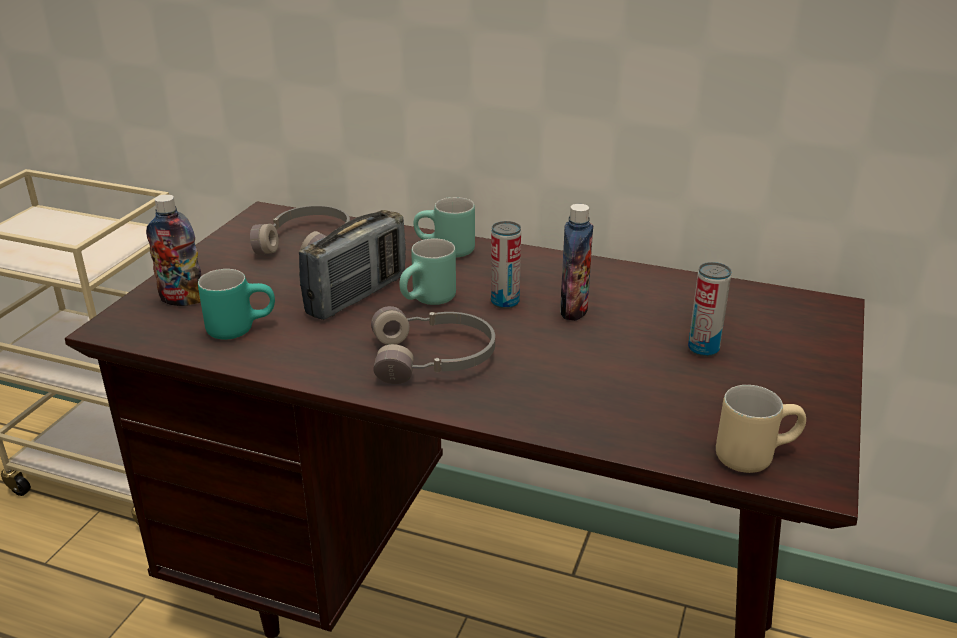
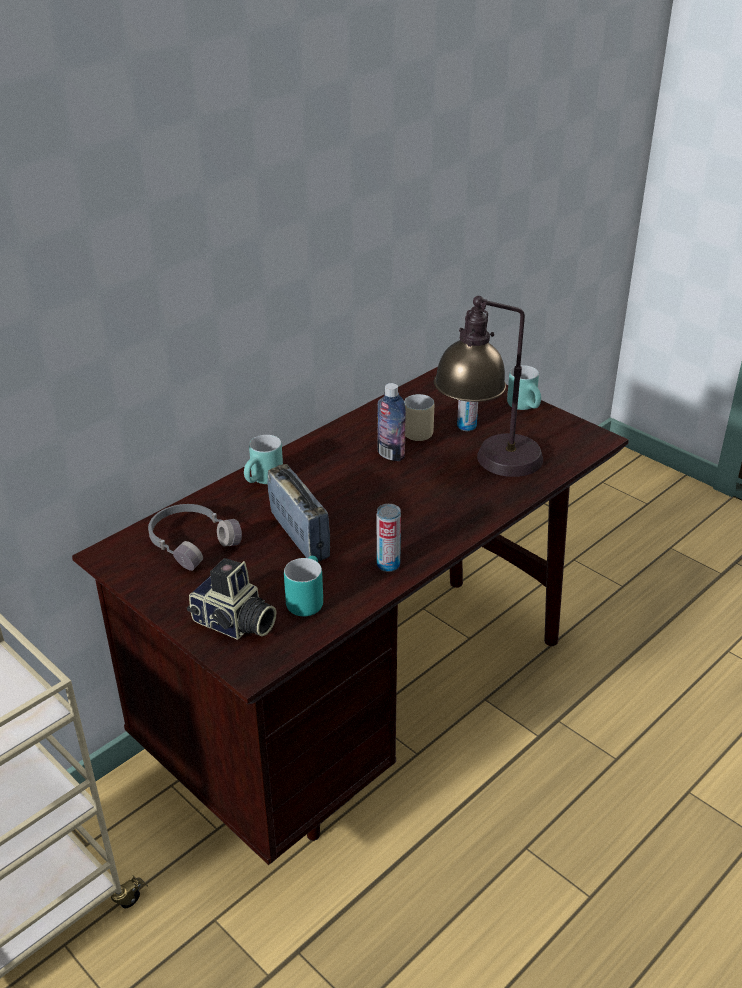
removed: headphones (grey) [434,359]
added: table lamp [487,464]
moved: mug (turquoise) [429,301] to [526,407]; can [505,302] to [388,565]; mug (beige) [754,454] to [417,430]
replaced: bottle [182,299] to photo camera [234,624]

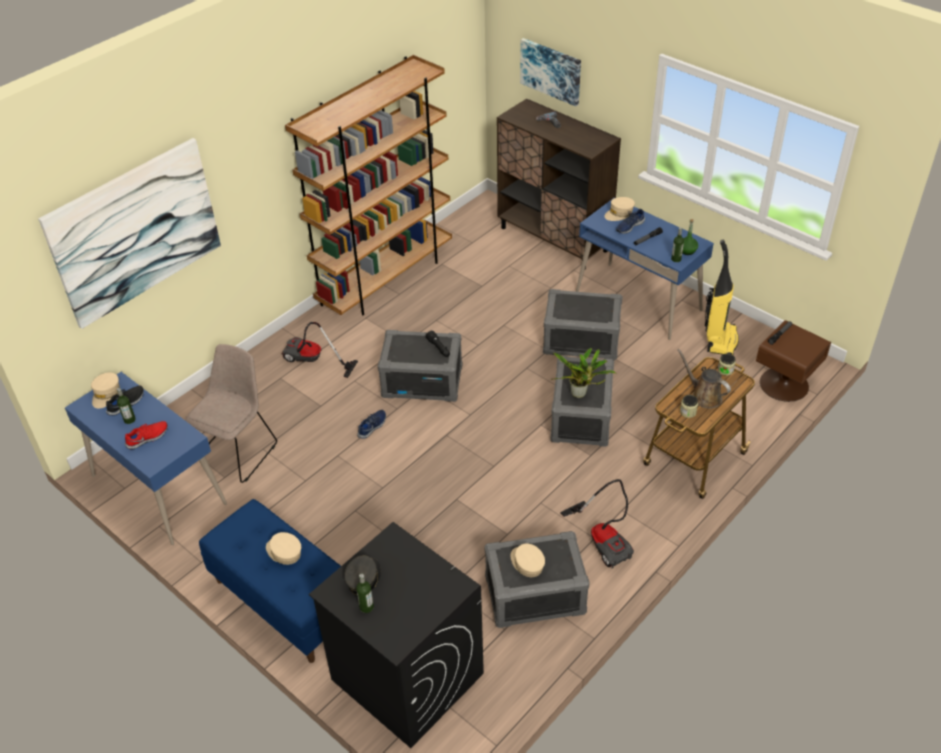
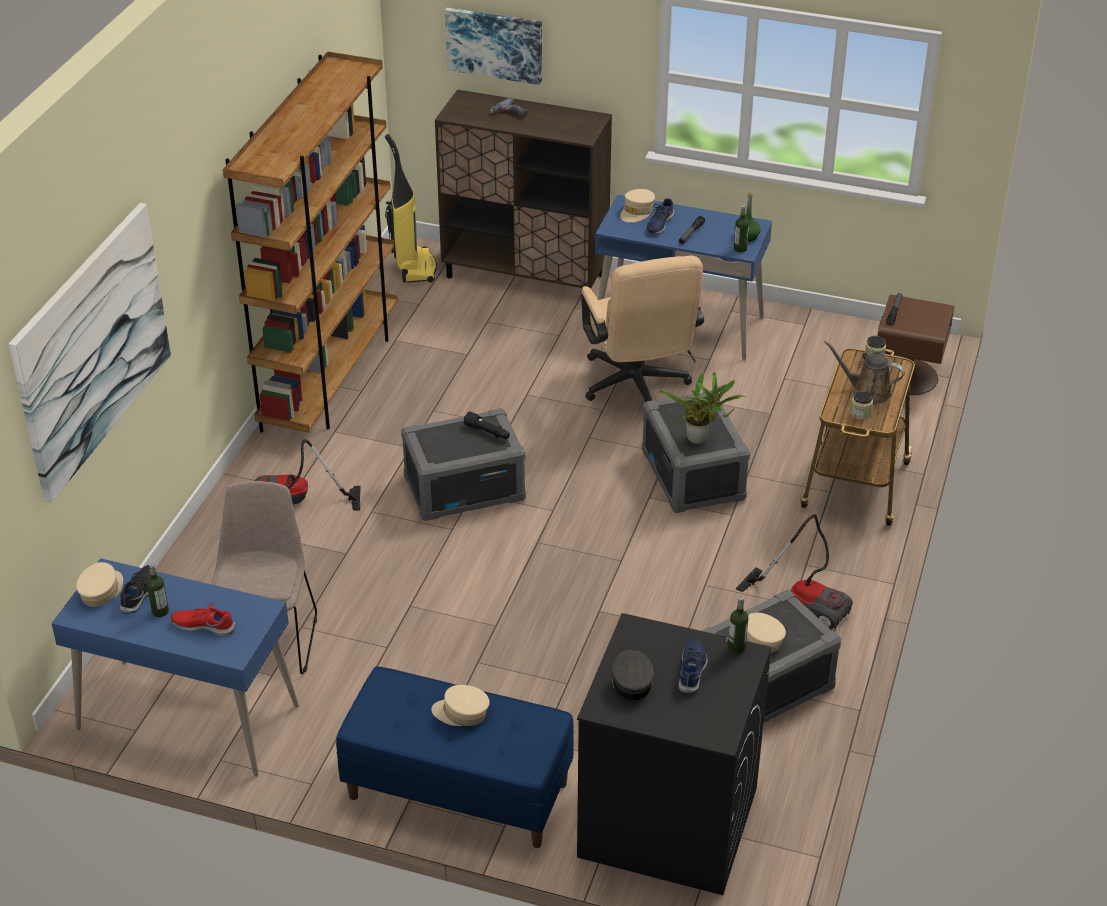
moved: bottle [366,607] to [736,647]; shoe (blue) [372,426] to [692,670]; vacuum cleaner [720,340] to [414,267]
replaced: storage box (grey) [581,341] to office chair (beige) [637,388]
turned: cap (beige) [106,394] = [101,591] 150 degrees counterclockwise; shoe (red) [148,438] = [204,625] 105 degrees counterclockwise

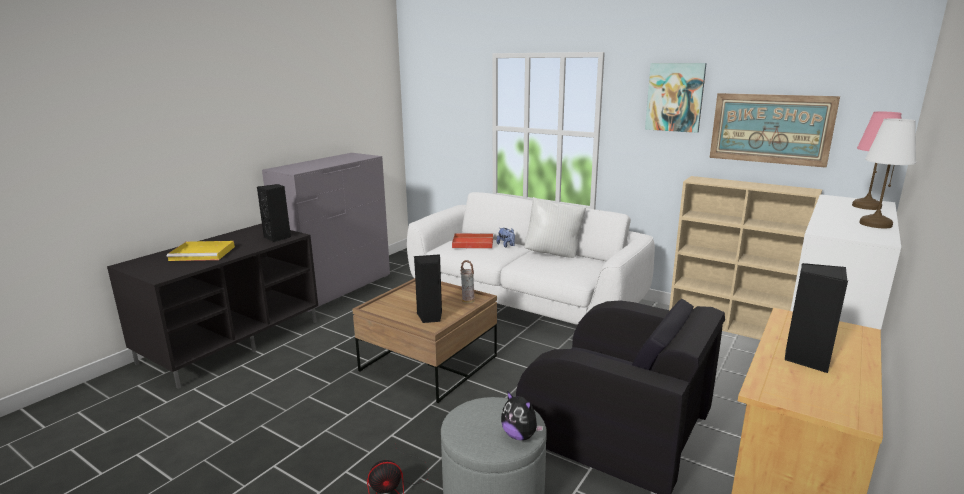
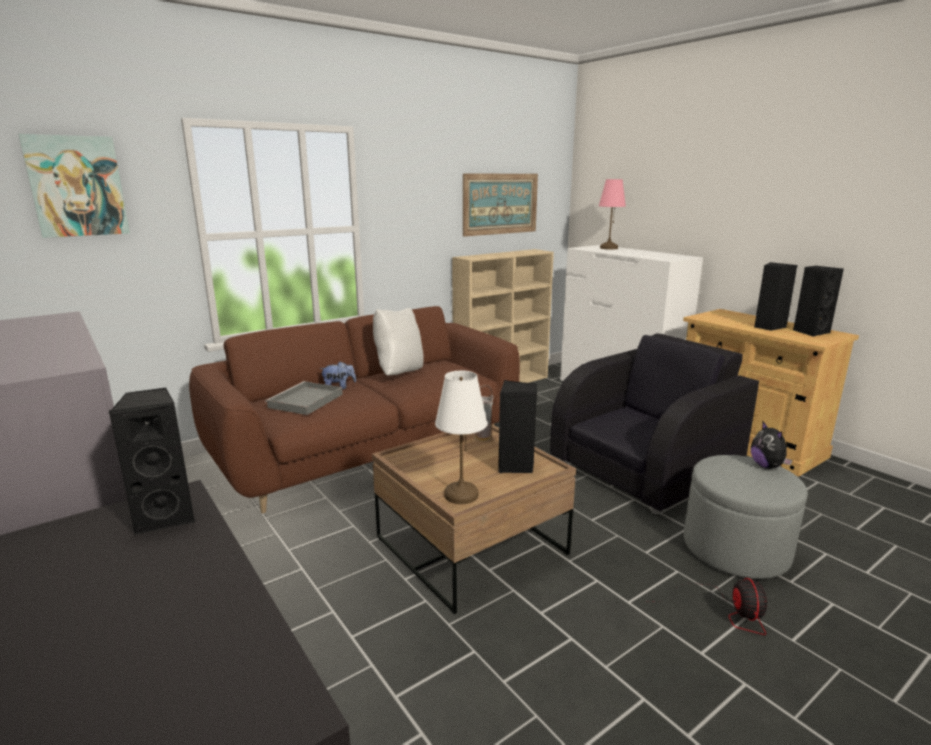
removed: tray (yellow) [203,253]
added: speaker (black) [810,332]
moved: picture [675,97] to [77,186]; table lamp (white) [874,224] to [461,495]
recoloured: sofa (white) [525,304] to sofa (brown) [369,451]; tray (red) [472,243] to tray (grey) [305,401]
turned: plush toy [520,435] = [767,466] 105 degrees clockwise

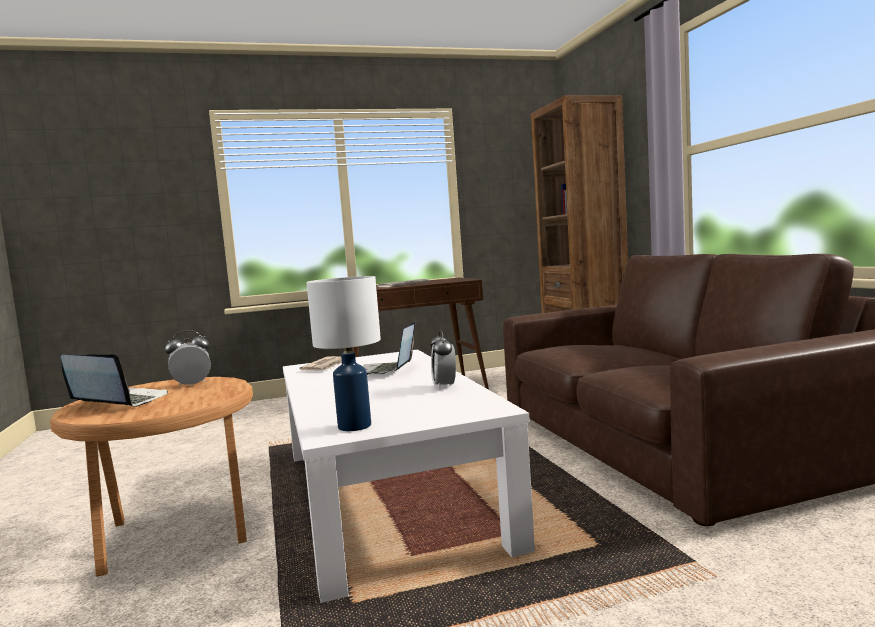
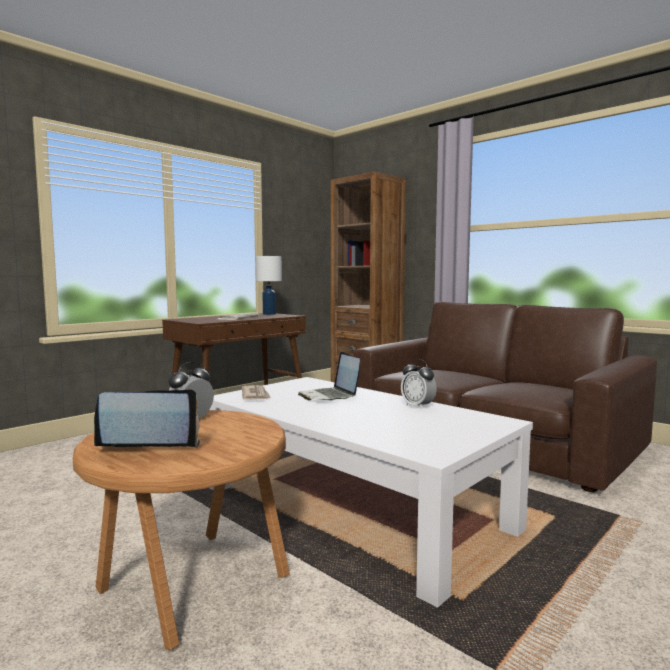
moved: table lamp (white) [354,426] to [268,314]

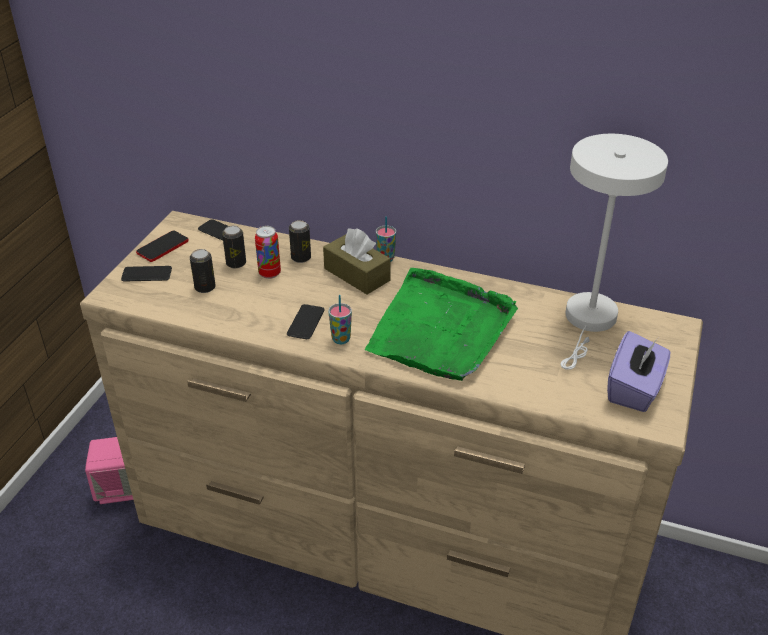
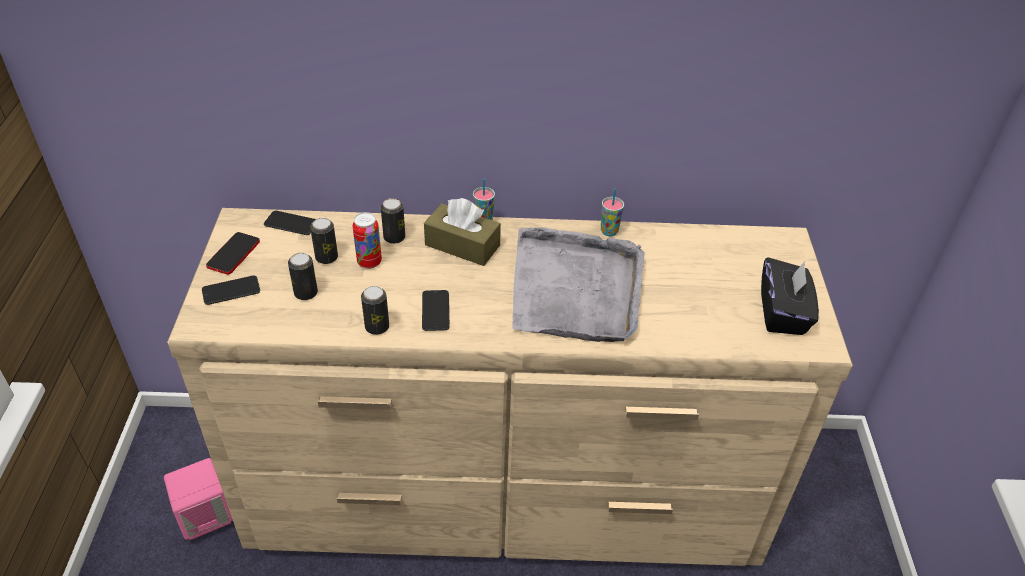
removed: table lamp (white) [589,322]
added: can [377,327]
moved: cup [341,339] to [609,231]
recoloured: tray (green) [441,329] to tray (grey) [576,289]; tissue box (purple) [634,389] to tissue box (black) [783,313]

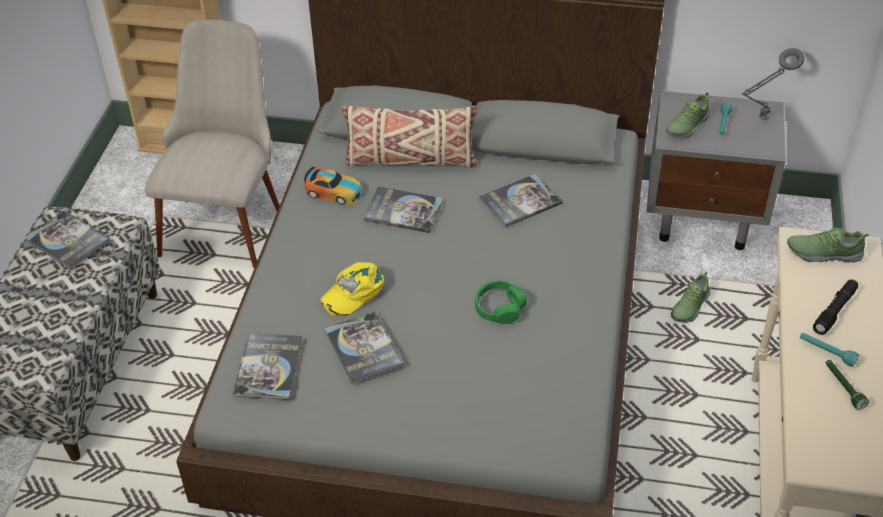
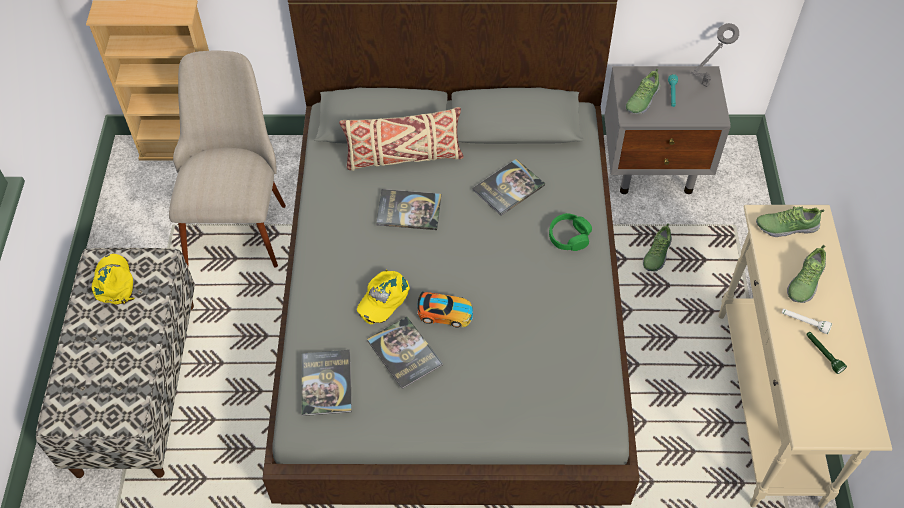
moved: toy car [334,192] to [445,313]; headphones (green) [499,308] to [569,237]
replaced: book [67,240] to cap (yellow) [114,282]; flashlight (black) [835,311] to shoe [804,282]
recoloured: flashlight (turquoise) [826,352] to flashlight (white) [804,322]

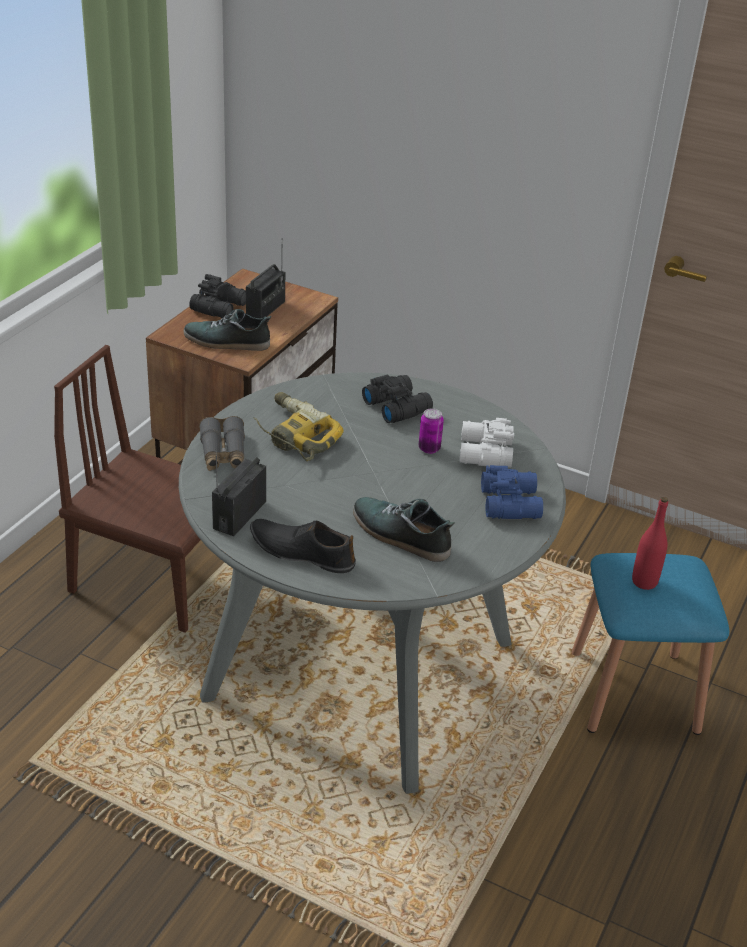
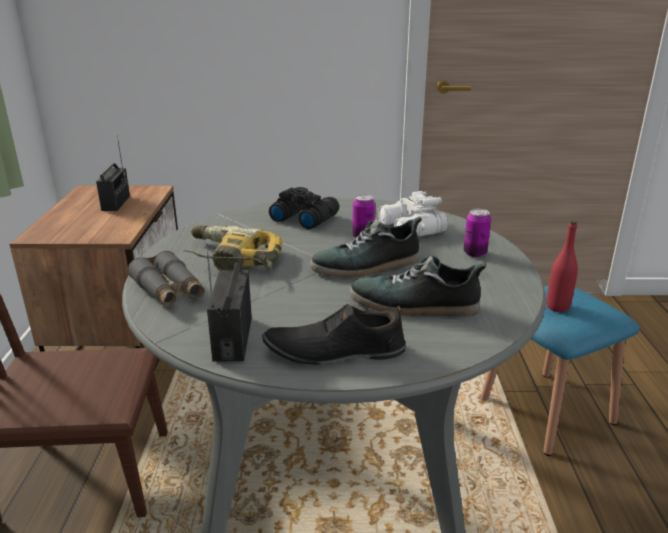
removed: binoculars (black) [221,307]
moved: shoe [227,342] to [367,265]
replaced: binoculars (blue) [511,503] to can [475,253]

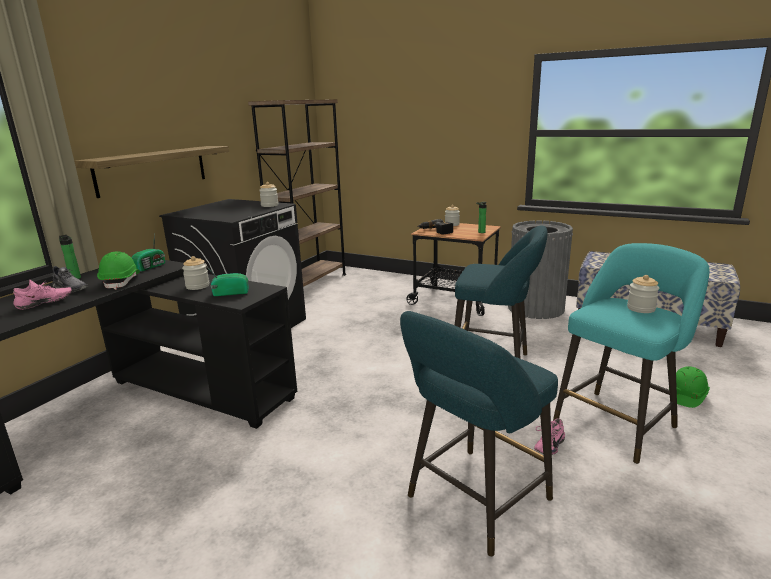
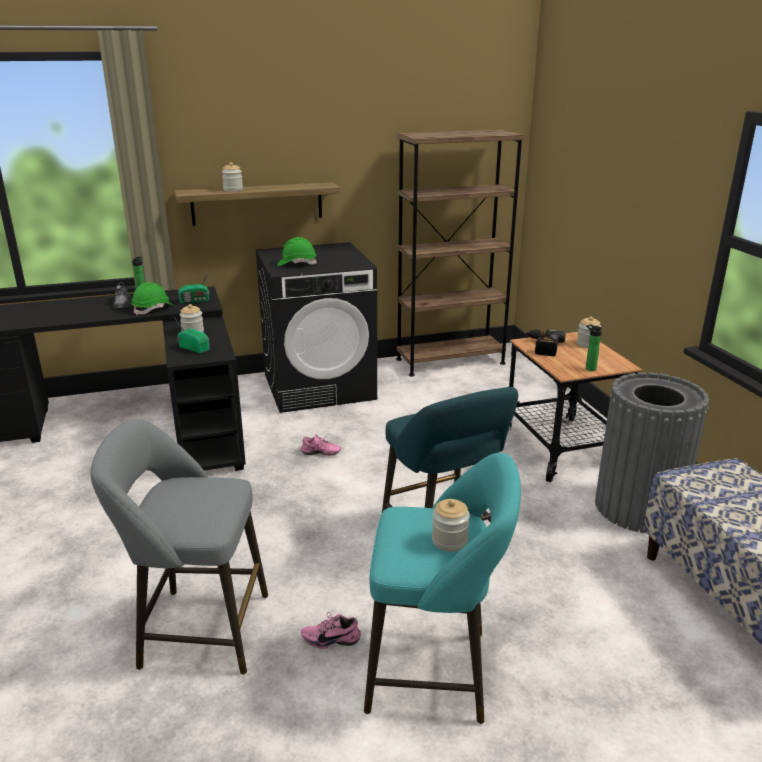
moved: shoe (pink) [45,304] to [321,454]; jar [269,205] to [233,189]; hard hat (green) [686,396] to [297,264]
recoloured: stool (turquoise) [473,502] to stool (grey) [197,630]

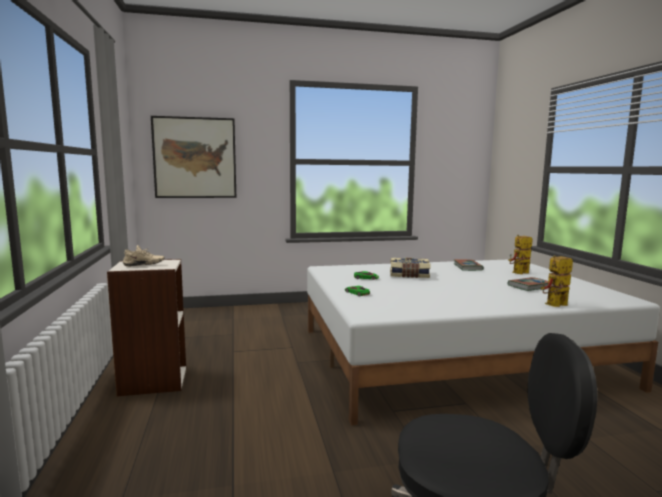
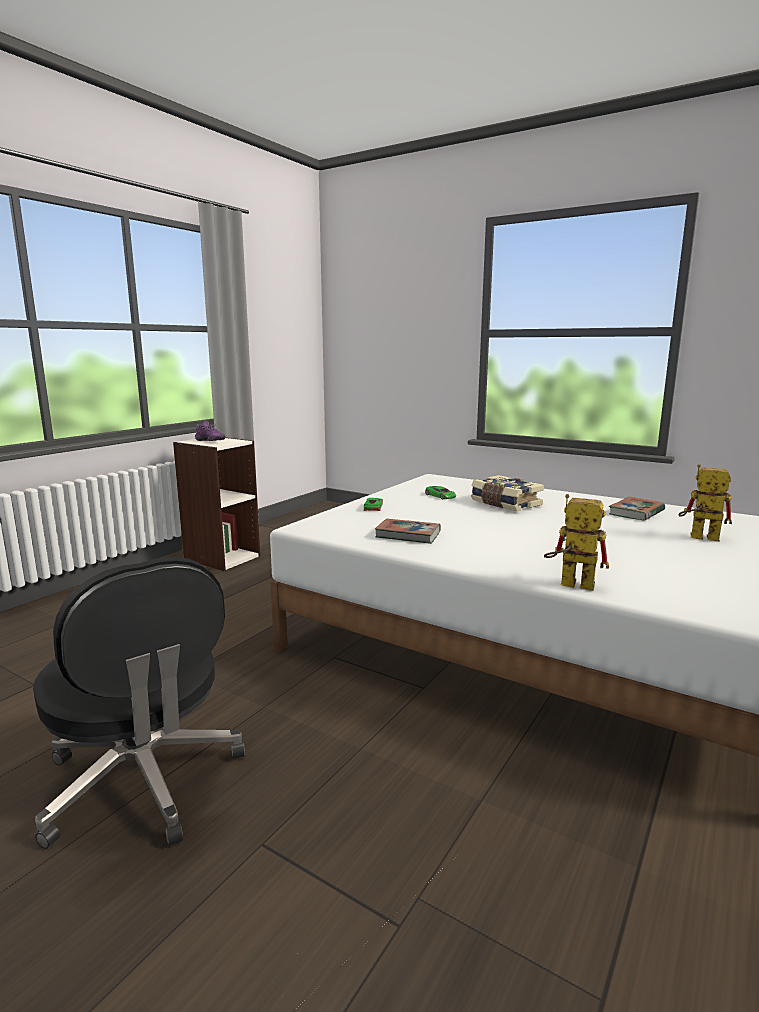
removed: picture [195,158]
moved: book [529,286] to [408,535]
recoloured: shoe (beige) [143,265] to shoe (purple) [209,441]

